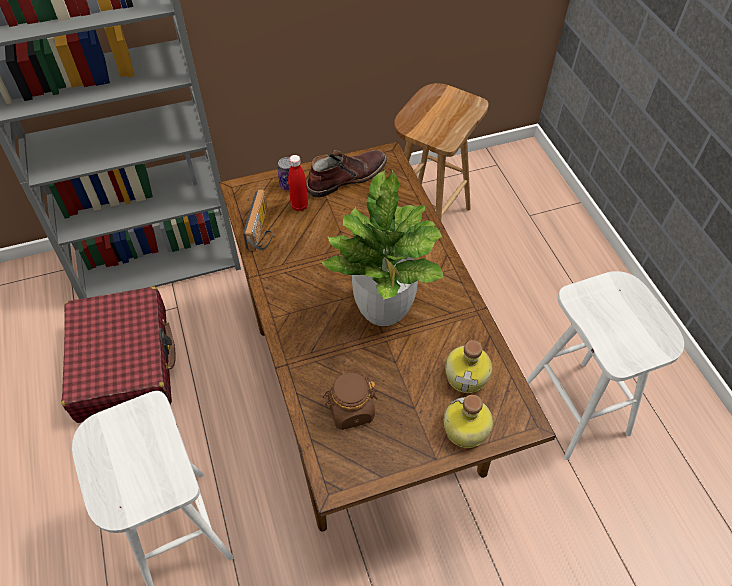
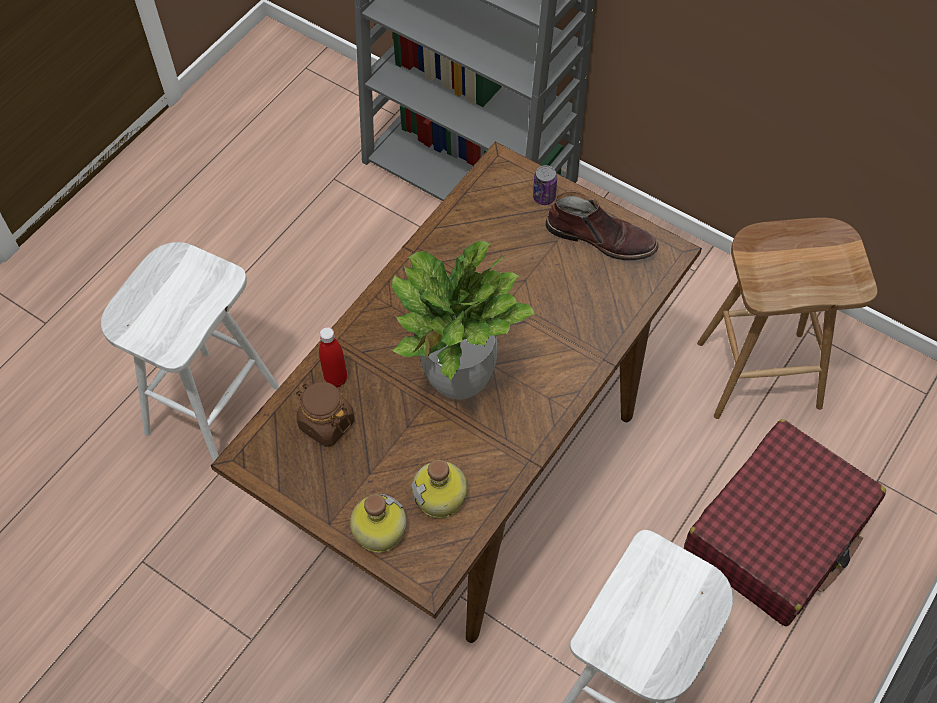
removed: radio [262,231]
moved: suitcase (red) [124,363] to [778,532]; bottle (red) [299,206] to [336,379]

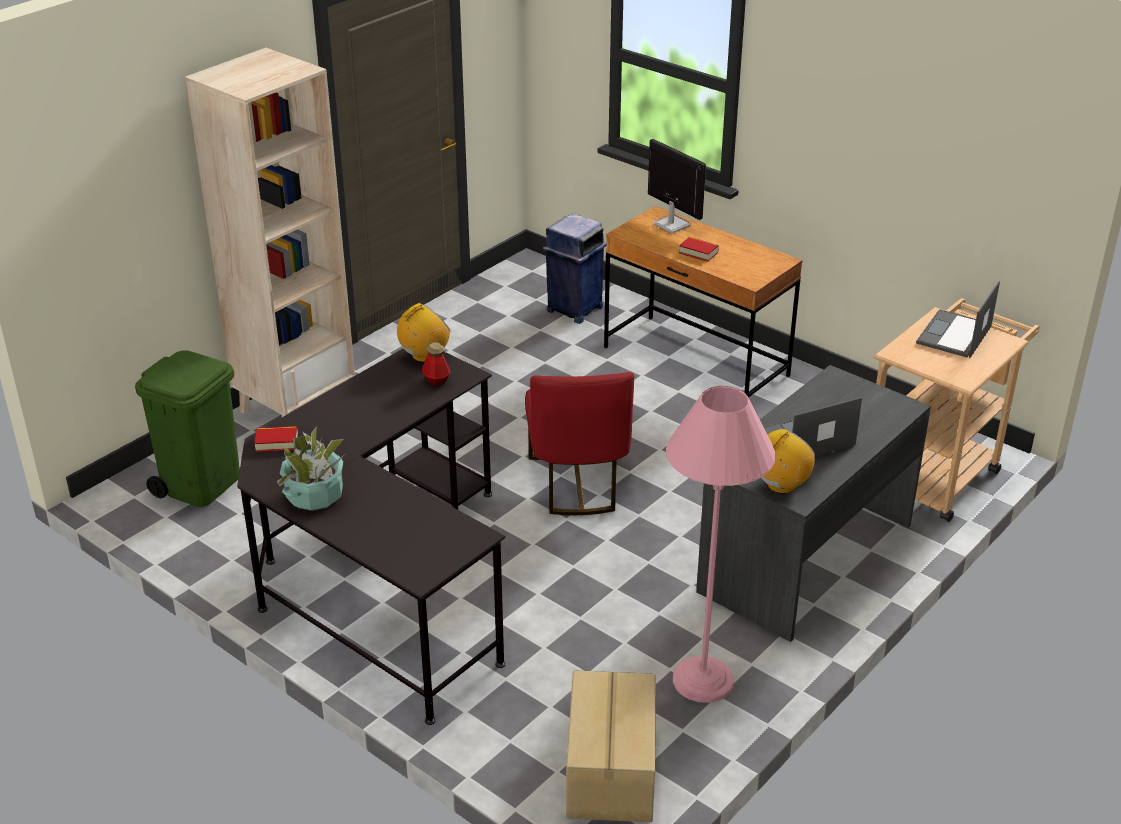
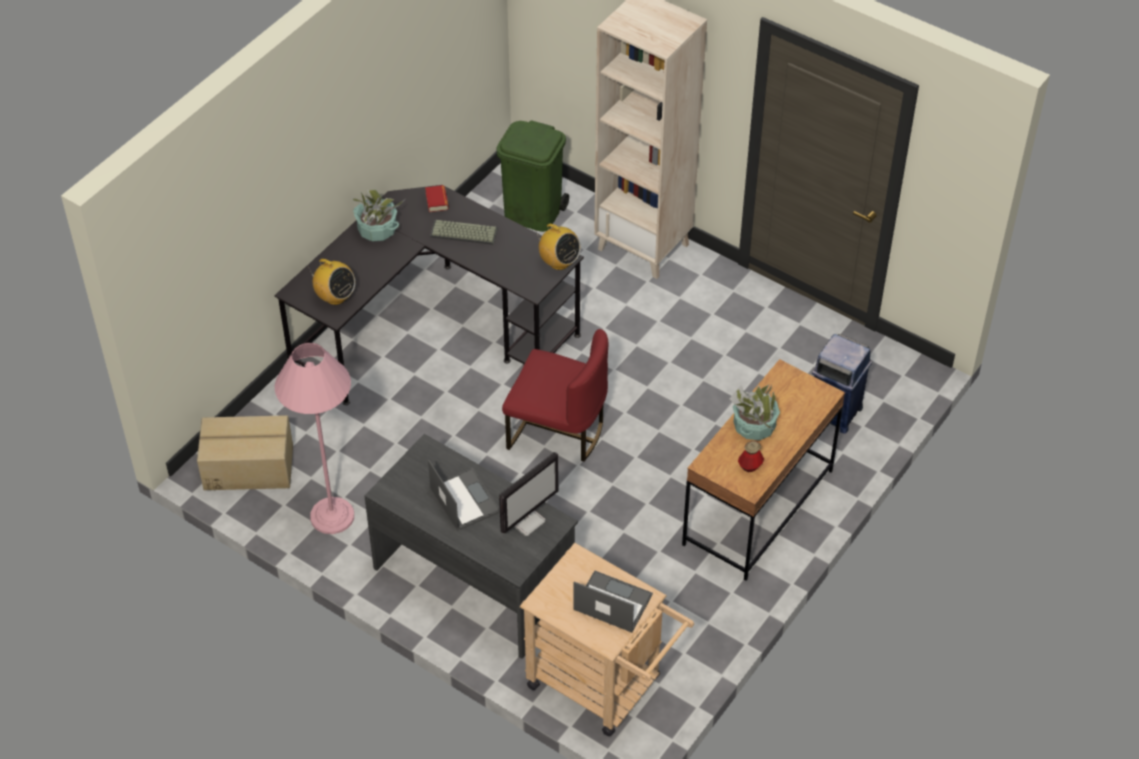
added: keyboard [463,233]
moved: bottle [436,380] to [750,466]; monitor [671,224] to [527,520]; radio [781,485] to [335,297]
replaced: book [698,252] to potted plant [754,426]
turned: chair (red) [577,483] = [557,432] 150 degrees counterclockwise

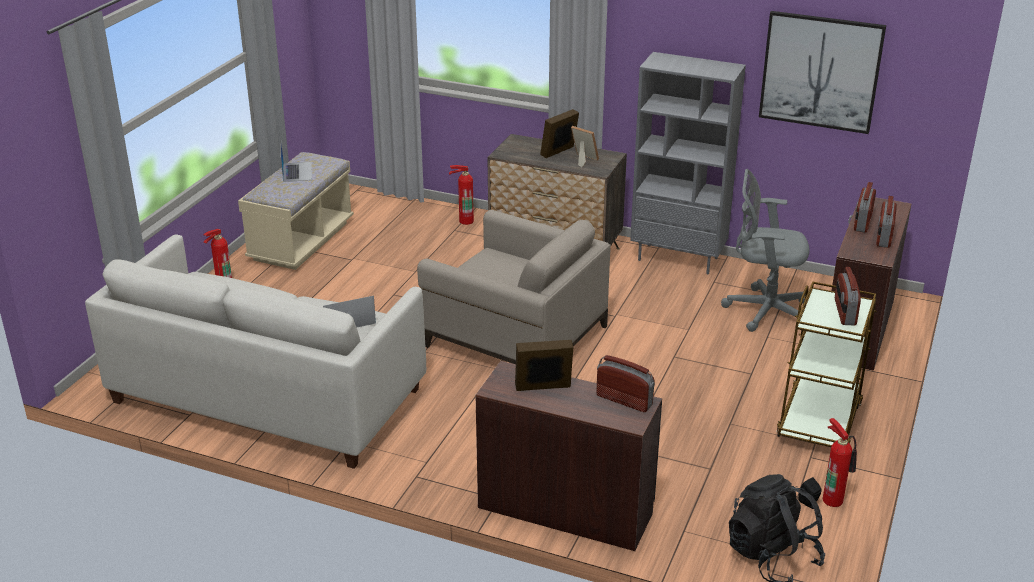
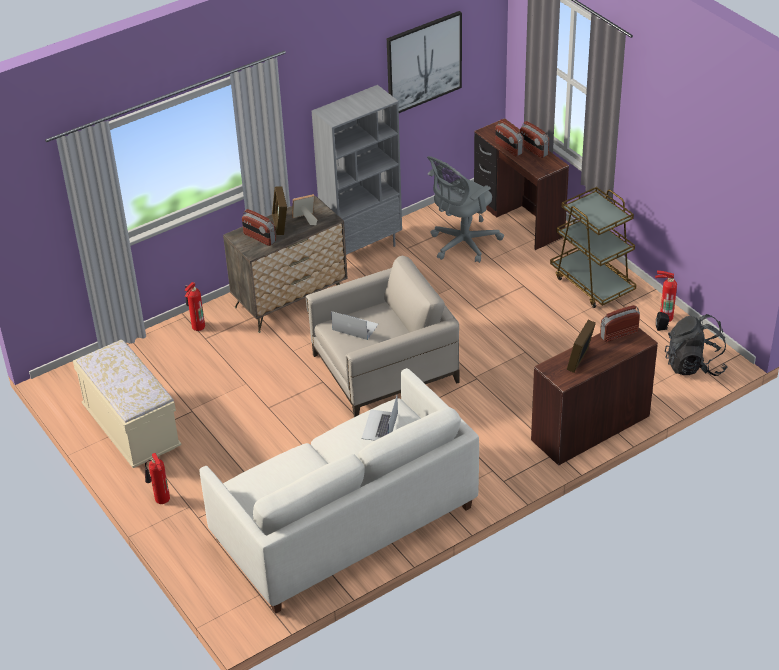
moved: laptop [297,171] to [355,327]; radio [844,312] to [259,238]

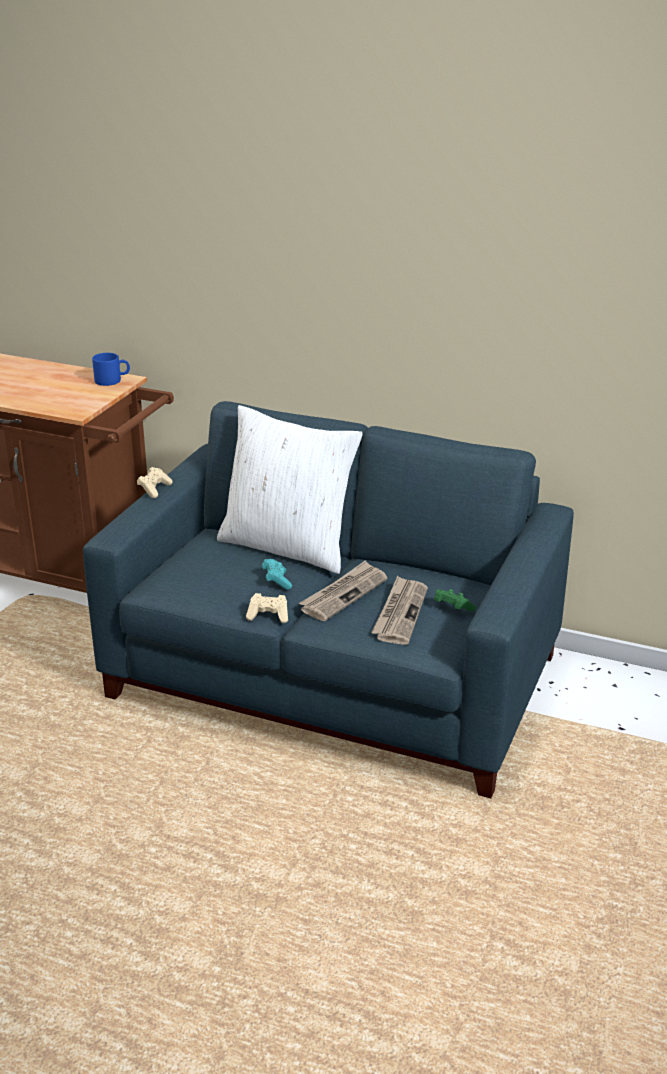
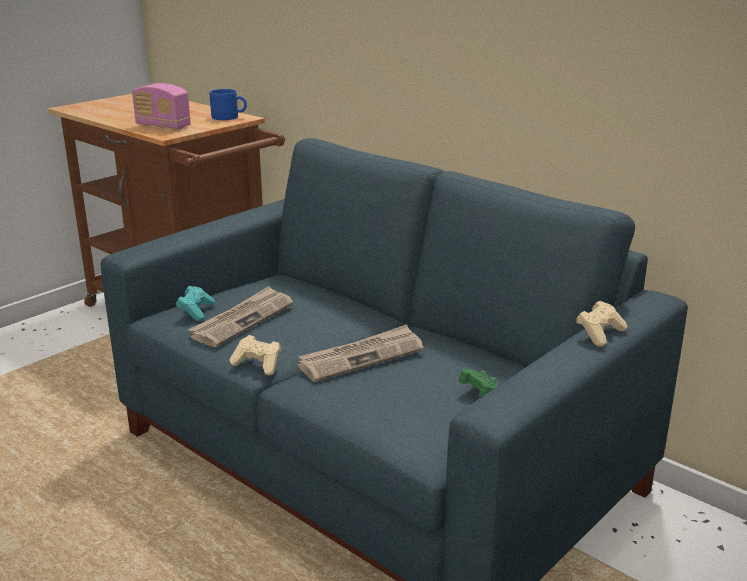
removed: pillow (white) [288,546]
added: radio [163,126]
moved: game controller (beige) [154,489] to [599,334]; game controller (turquoise) [276,581] to [196,312]; newspaper [400,613] to [242,319]

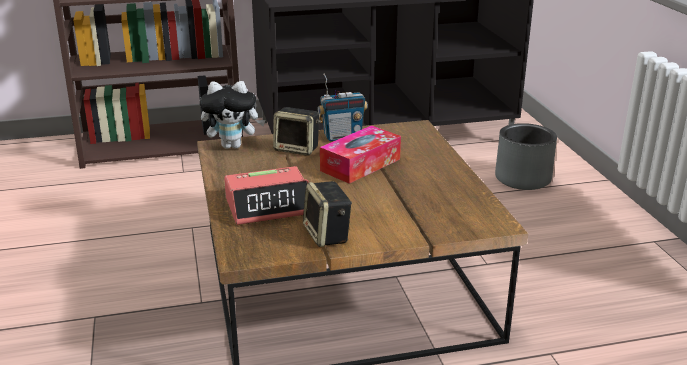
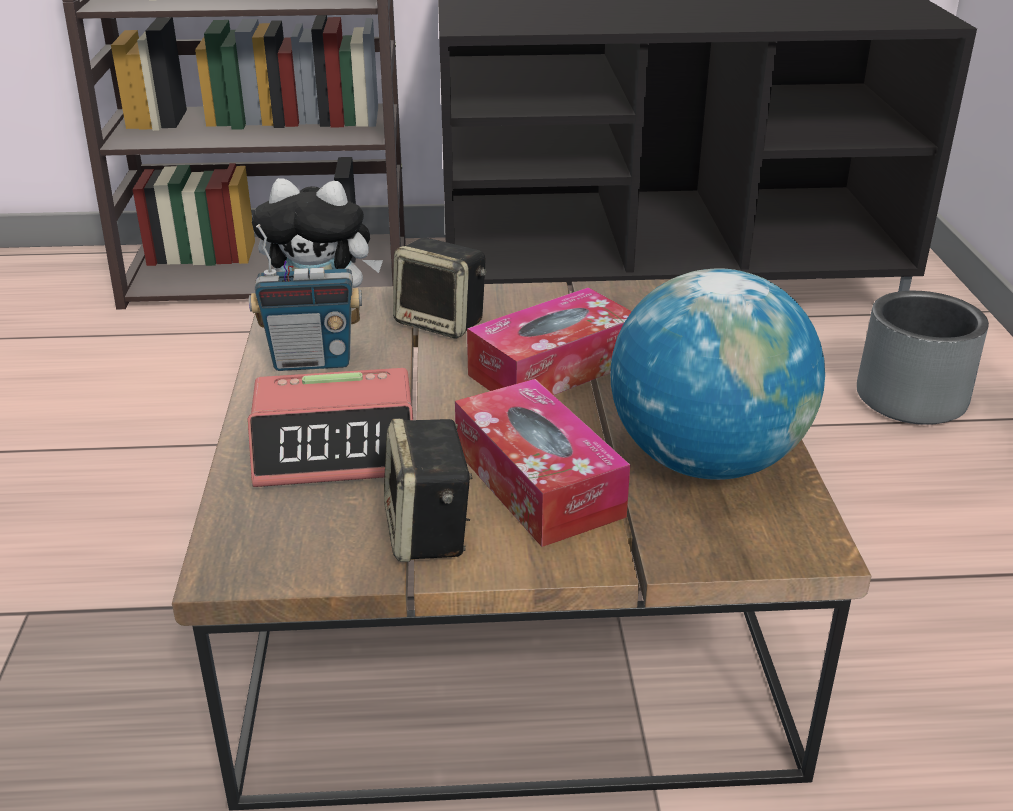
added: tissue box [537,482]; globe [706,460]
moved: radio [342,136] to [312,361]

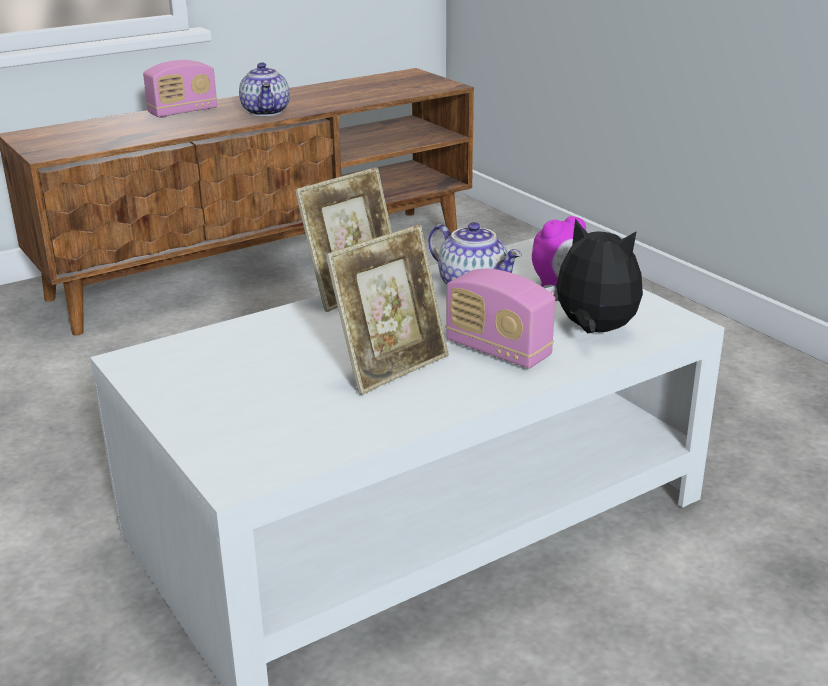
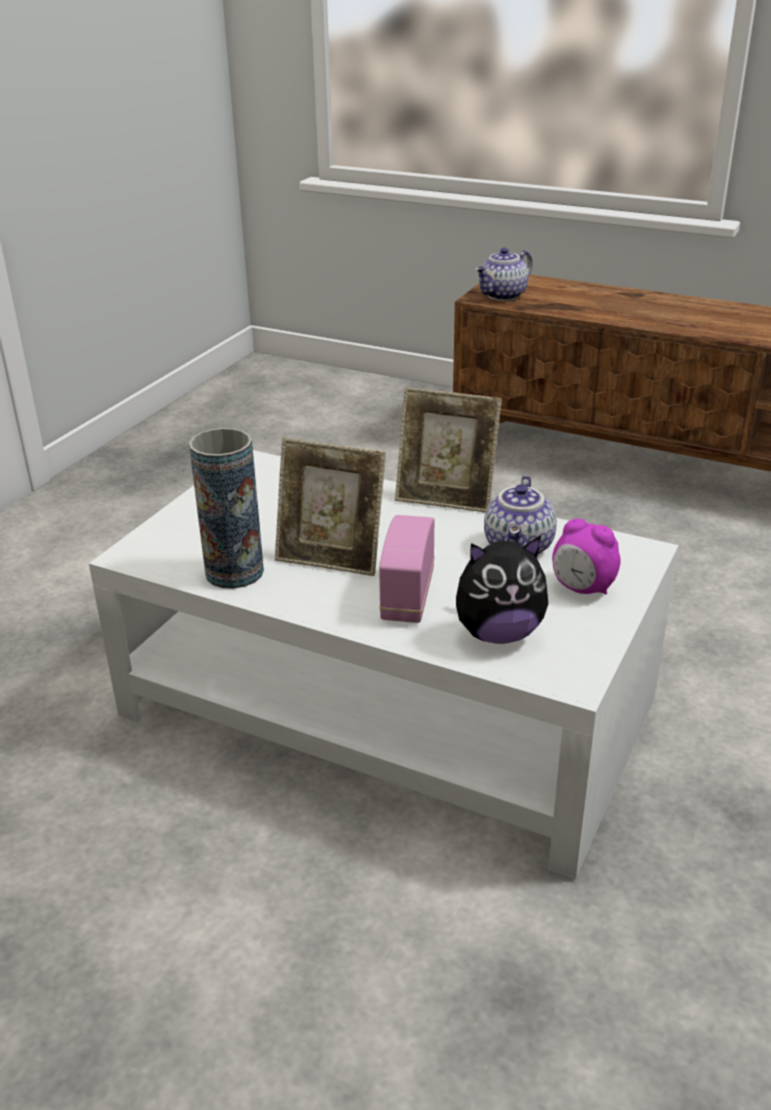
removed: radio [183,112]
added: vase [234,572]
moved: teapot [267,112] to [503,296]
turned: plush toy [593,330] = [498,633] 75 degrees clockwise

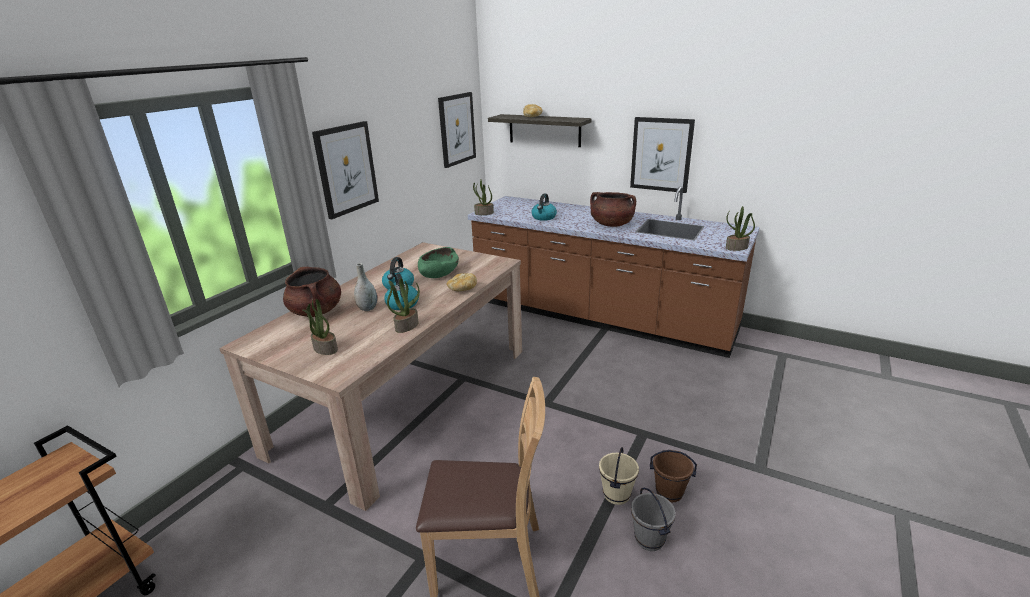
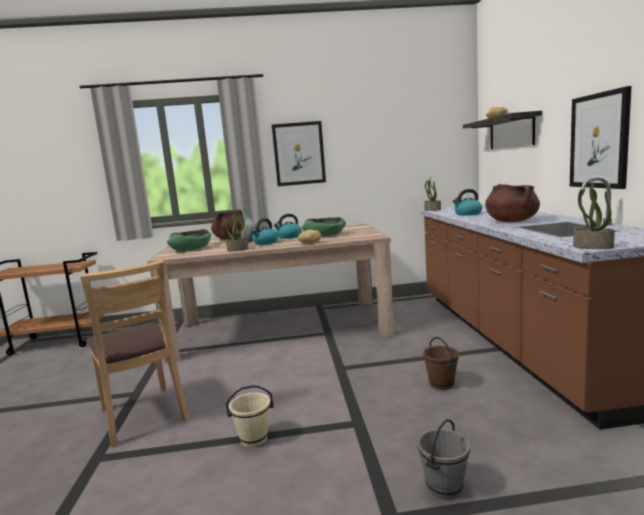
removed: picture [456,129]
moved: bucket (grey) [650,539] to [445,488]; bucket (brown) [669,492] to [442,384]
replaced: potted plant [324,349] to bowl (green) [191,249]

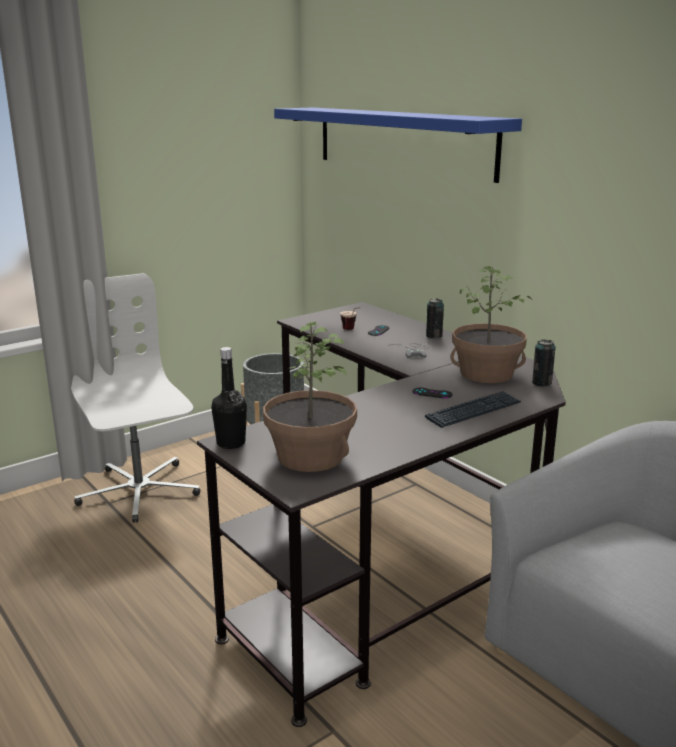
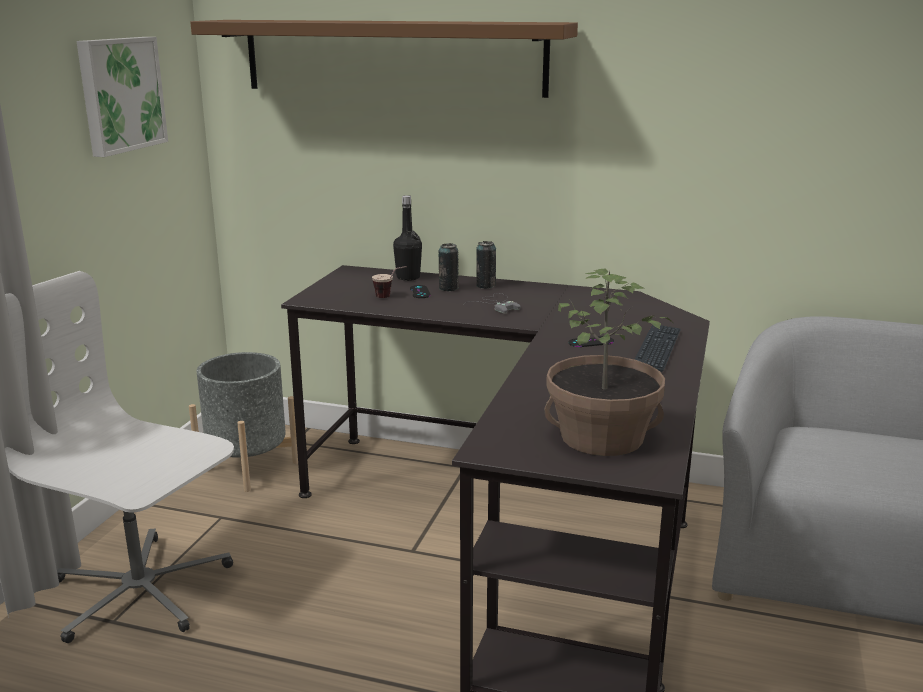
removed: potted plant [486,374]
added: picture [120,94]
moved: bottle (black) [231,443] to [408,277]; can [541,383] to [448,288]
recoloured: shelf (blue) [402,141] to shelf (brown) [392,57]

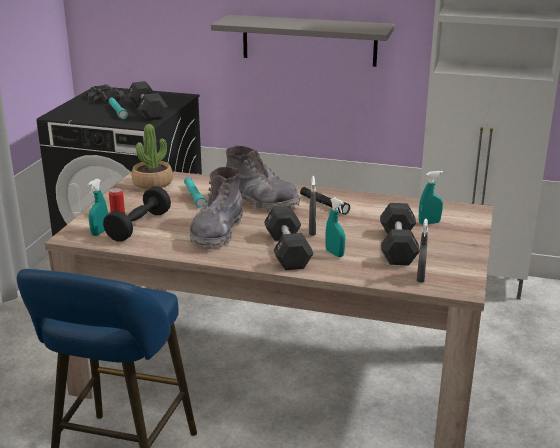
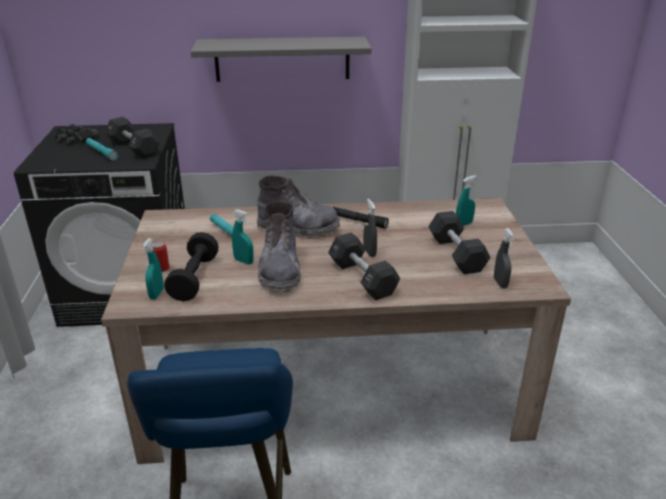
removed: potted plant [152,183]
moved: spray bottle (turquoise) [334,253] to [244,261]

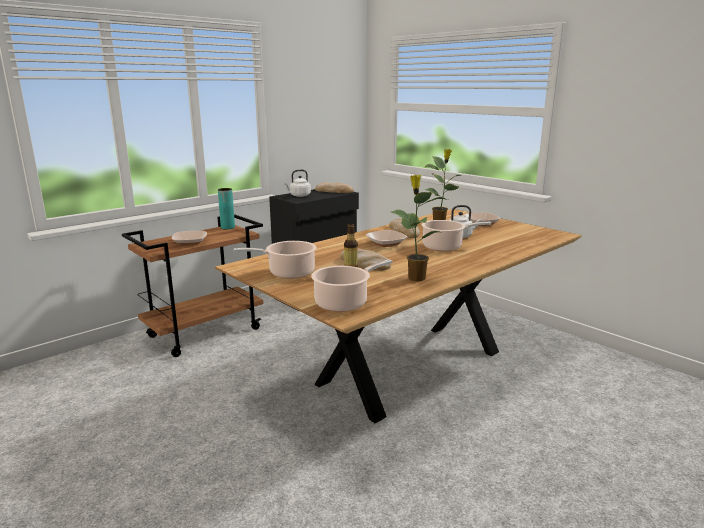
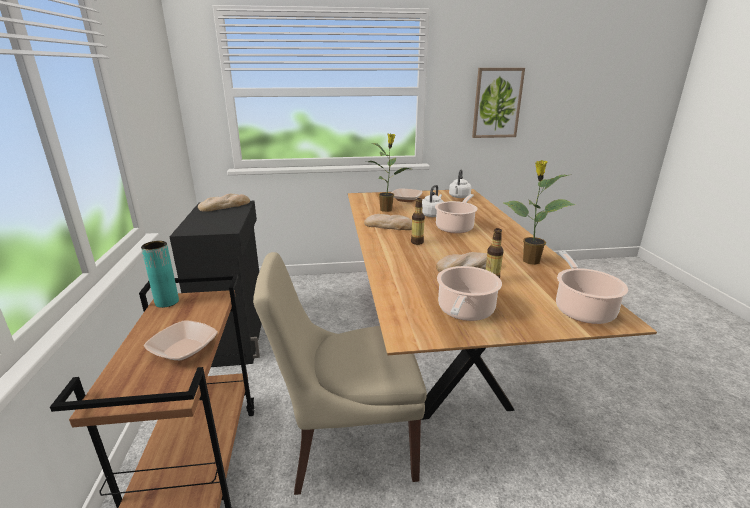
added: chair (beige) [347,443]; picture [497,103]
moved: kettle (white) [299,195] to [459,197]
replaced: bowl [386,243] to bottle [417,242]

